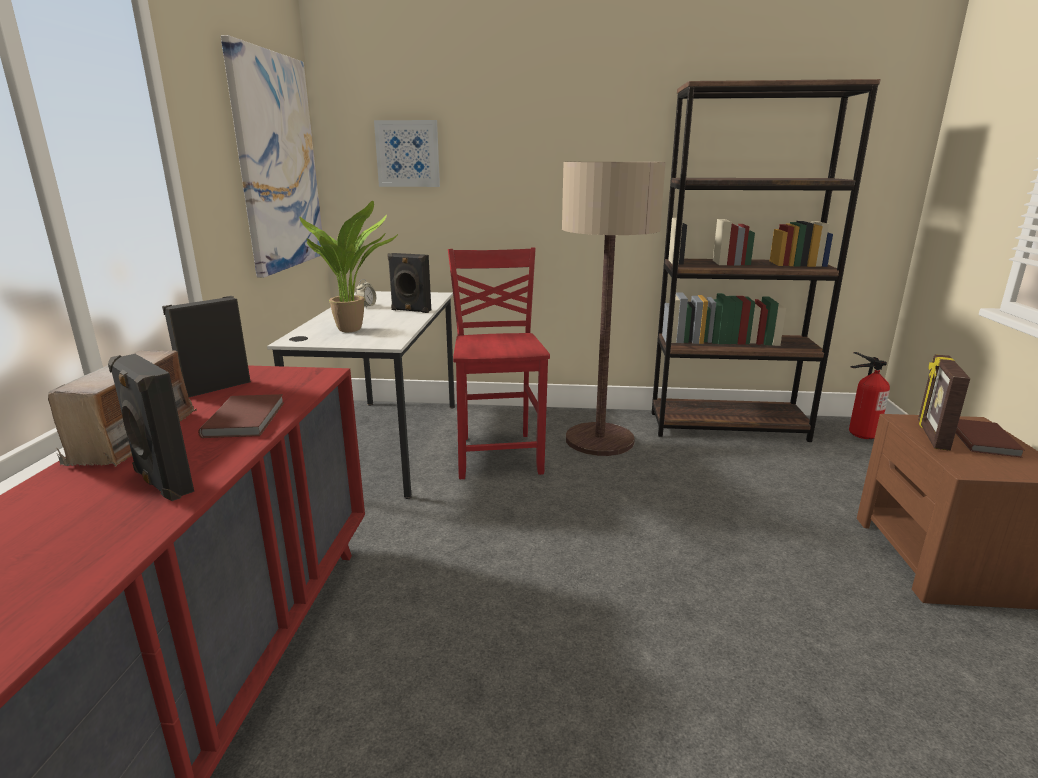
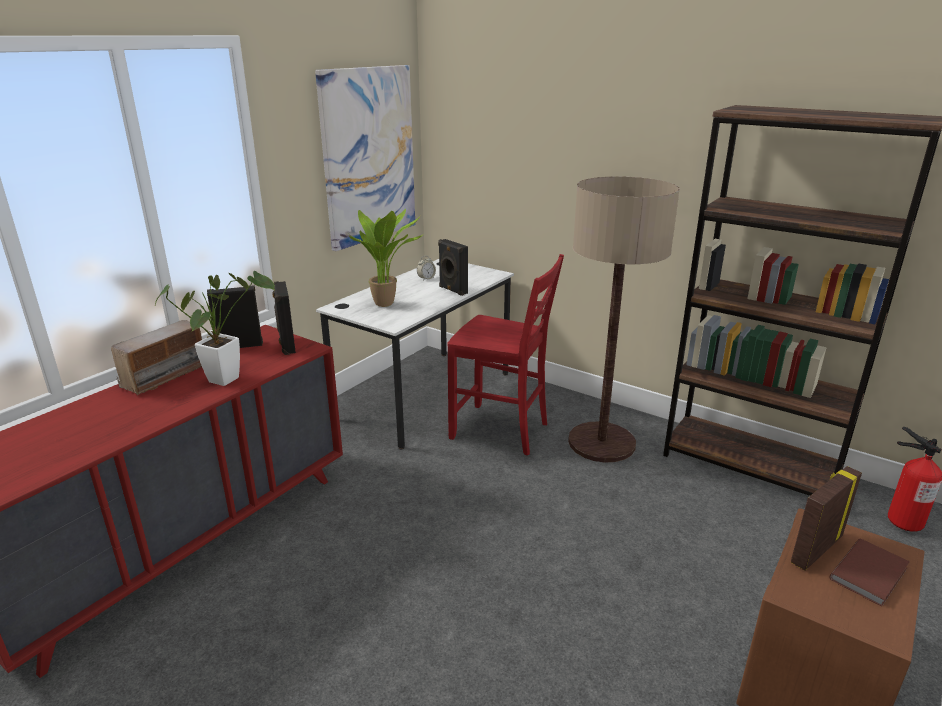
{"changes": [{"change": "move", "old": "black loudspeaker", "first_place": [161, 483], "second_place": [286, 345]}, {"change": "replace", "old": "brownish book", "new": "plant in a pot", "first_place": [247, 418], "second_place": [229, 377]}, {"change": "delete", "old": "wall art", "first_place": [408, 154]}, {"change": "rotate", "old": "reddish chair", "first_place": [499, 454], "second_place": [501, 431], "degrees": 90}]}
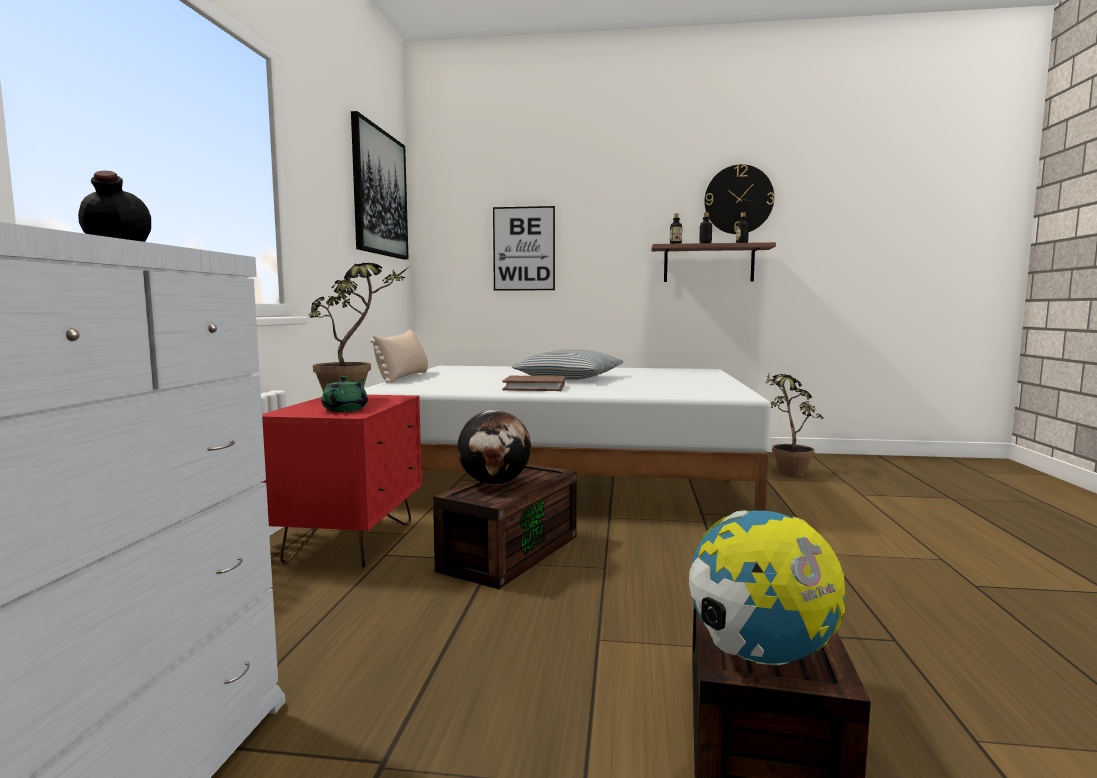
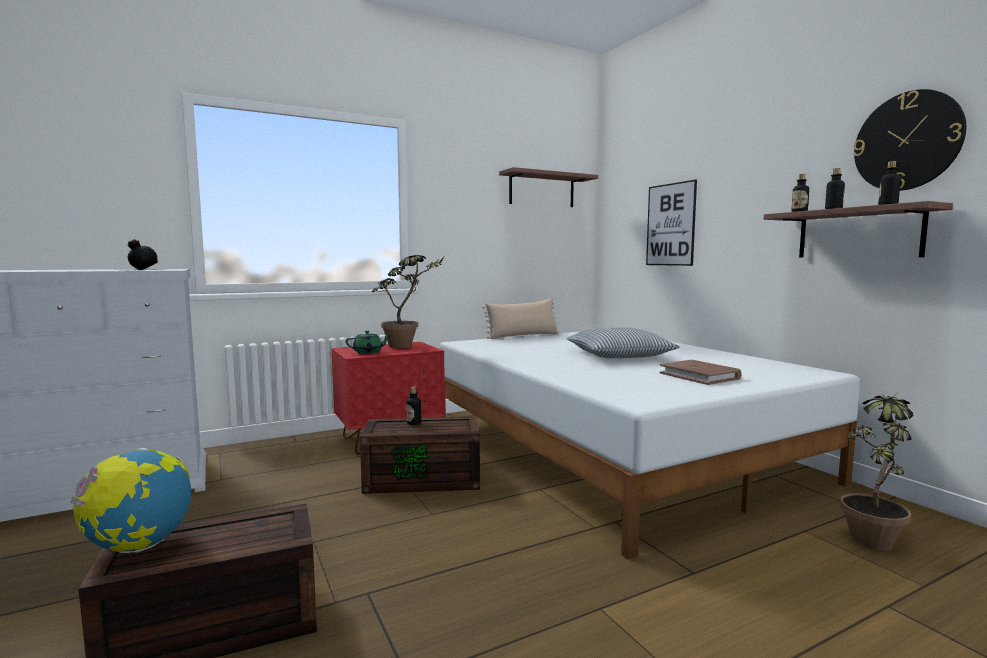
{"changes": [{"change": "replace", "old": "wall art", "new": "shelf", "first_place": [379, 193], "second_place": [542, 190]}, {"change": "replace", "old": "globe", "new": "beverage bottle", "first_place": [495, 483], "second_place": [414, 423]}, {"change": "move", "old": "brownish book", "first_place": [534, 387], "second_place": [699, 376]}]}
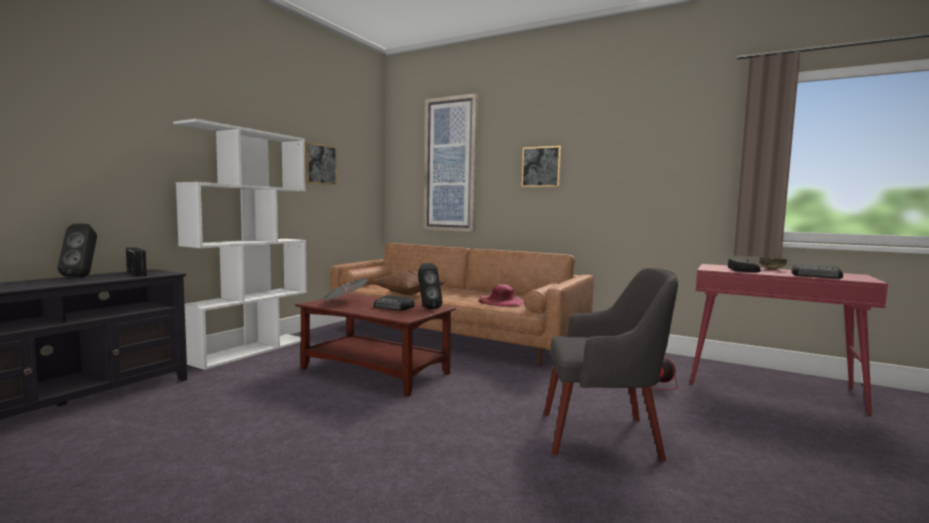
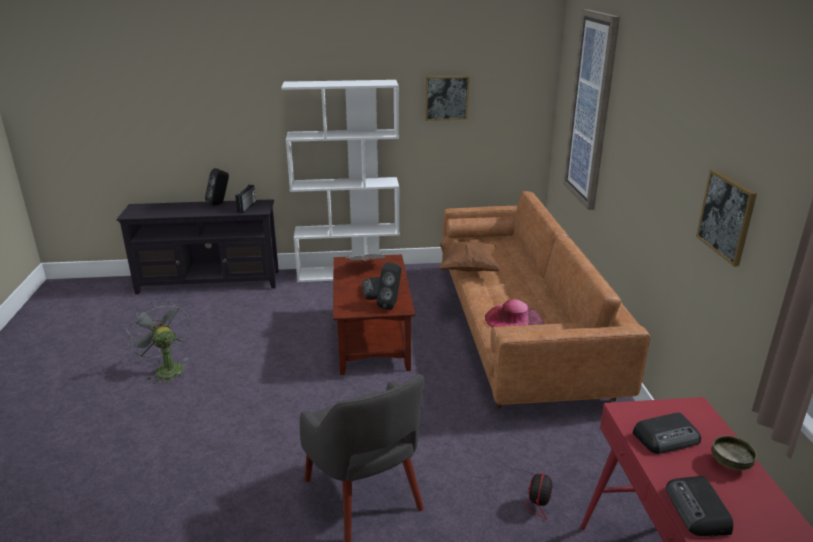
{"changes": [{"change": "move", "old": "wall art", "first_place": [541, 167], "second_place": [726, 216]}, {"change": "insert", "new": "greyish electric fan", "second_place": [166, 369]}]}
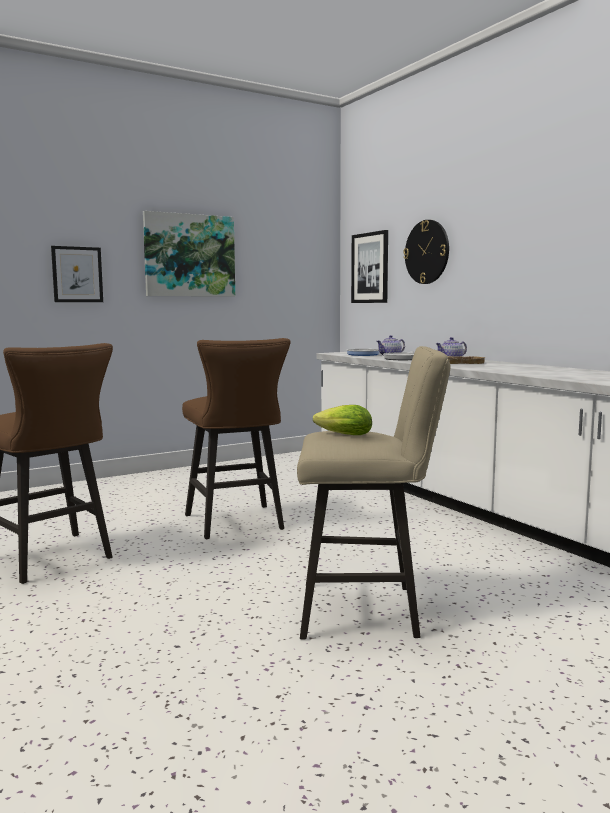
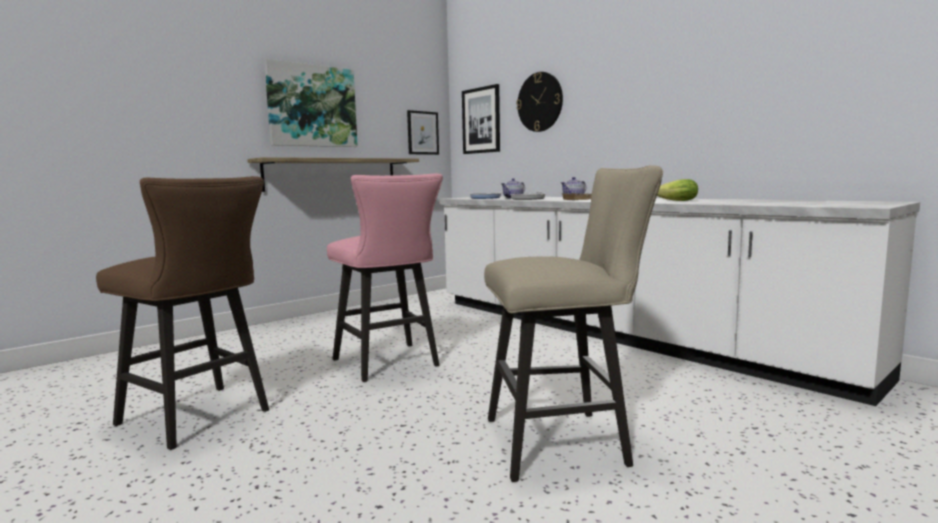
{"changes": [{"change": "move", "old": "wall art", "first_place": [77, 274], "second_place": [422, 133]}, {"change": "recolor", "old": "brownish stool", "new": "pink stool", "first_place": [237, 524], "second_place": [390, 364]}, {"change": "move", "old": "head of lettuce", "first_place": [341, 435], "second_place": [674, 201]}, {"change": "insert", "new": "shelf", "second_place": [332, 174]}]}
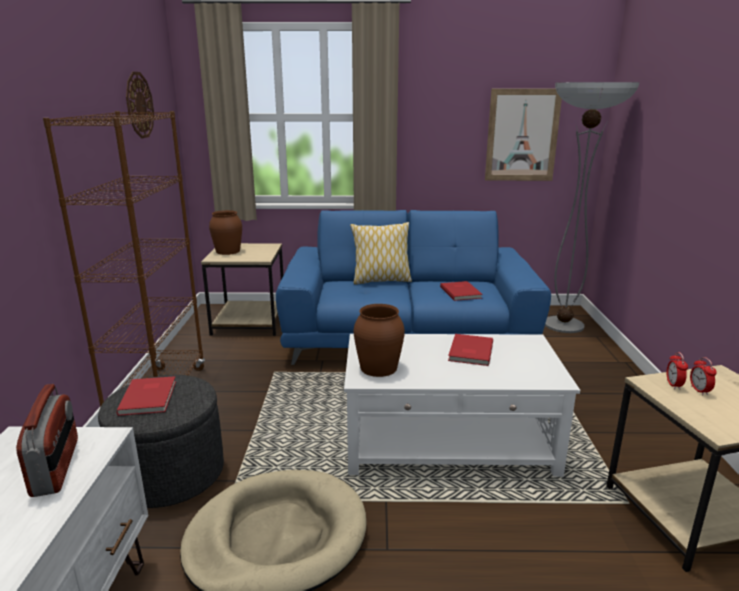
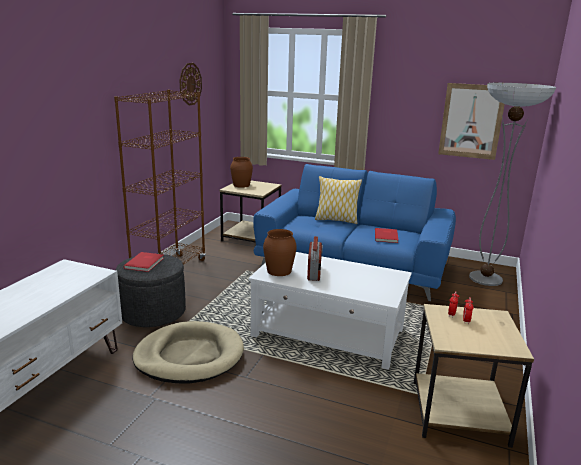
{"changes": [{"change": "move", "old": "radio set", "first_place": [56, 467], "second_place": [314, 272]}, {"change": "delete", "old": "reddish book", "first_place": [469, 351]}]}
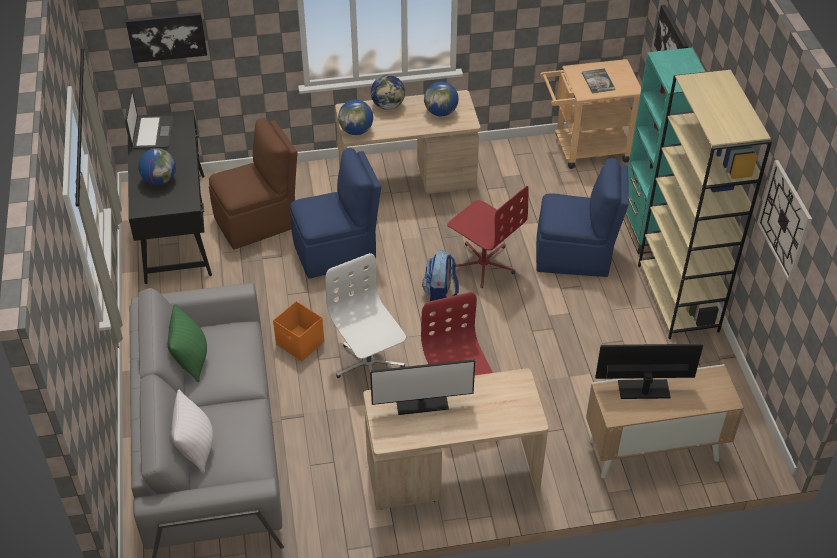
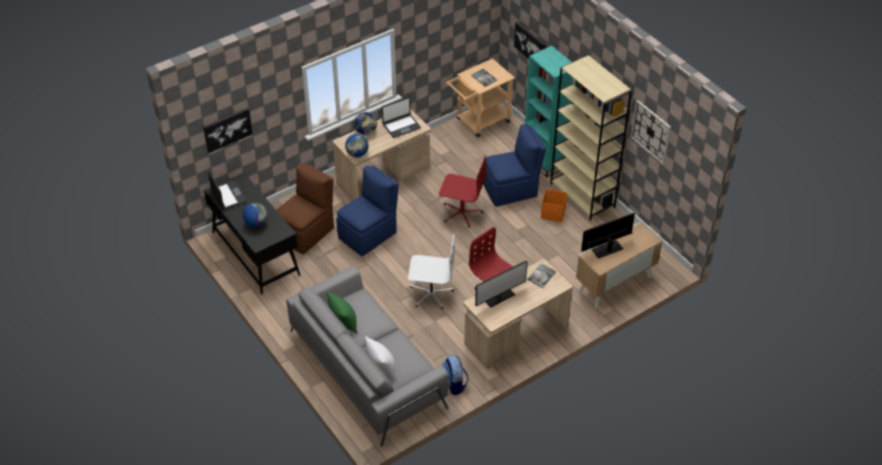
{"changes": [{"change": "move", "old": "orange storage container", "first_place": [300, 344], "second_place": [553, 213]}, {"change": "rotate", "old": "whitish desk chair", "first_place": [368, 364], "second_place": [431, 294], "degrees": 150}, {"change": "move", "old": "rucksack", "first_place": [440, 295], "second_place": [454, 384]}, {"change": "replace", "old": "globe", "new": "notebook computer", "first_place": [441, 112], "second_place": [401, 126]}, {"change": "insert", "new": "book", "second_place": [541, 276]}]}
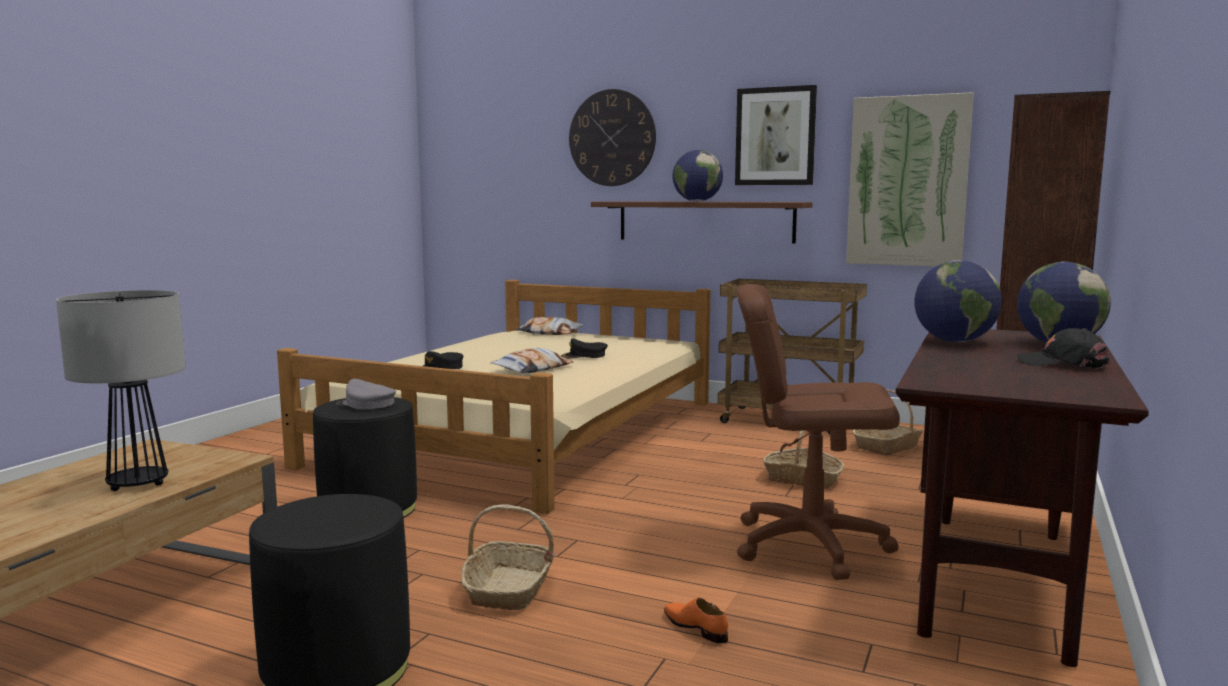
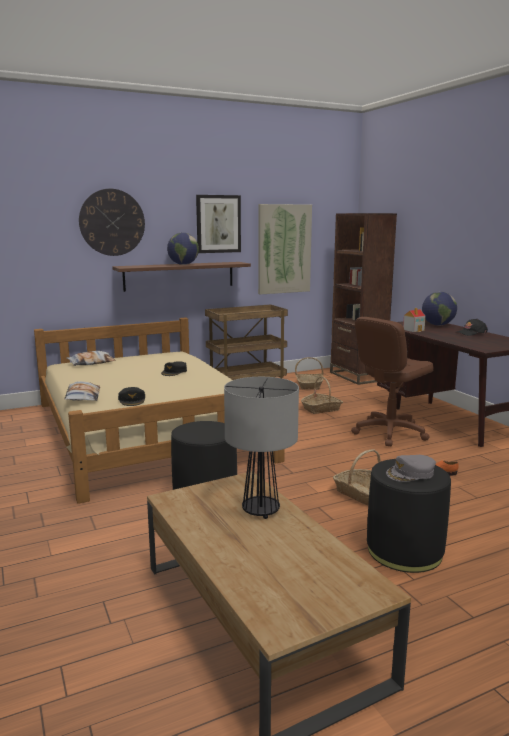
{"changes": [{"change": "move", "old": "greyish cap", "first_place": [366, 404], "second_place": [411, 473]}, {"change": "move", "old": "pillow", "first_place": [532, 369], "second_place": [82, 397]}, {"change": "replace", "old": "globe", "new": "toy house", "first_place": [954, 341], "second_place": [413, 330]}]}
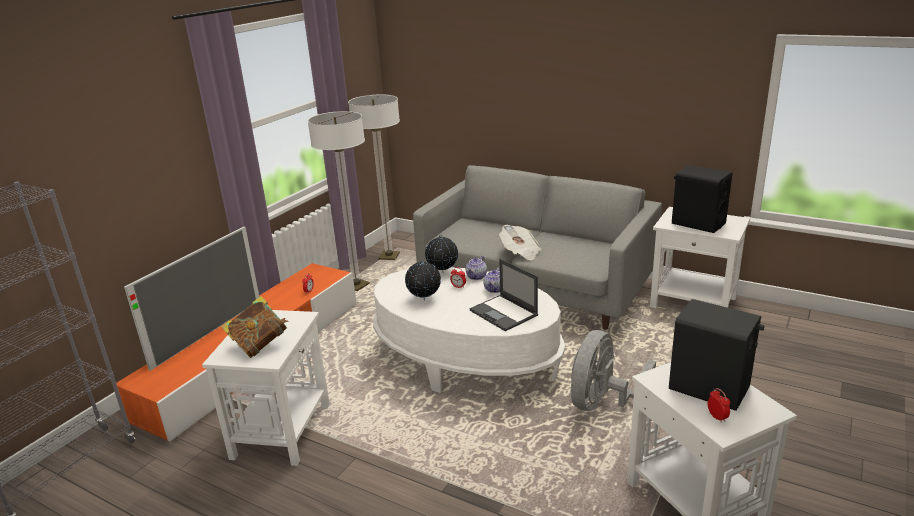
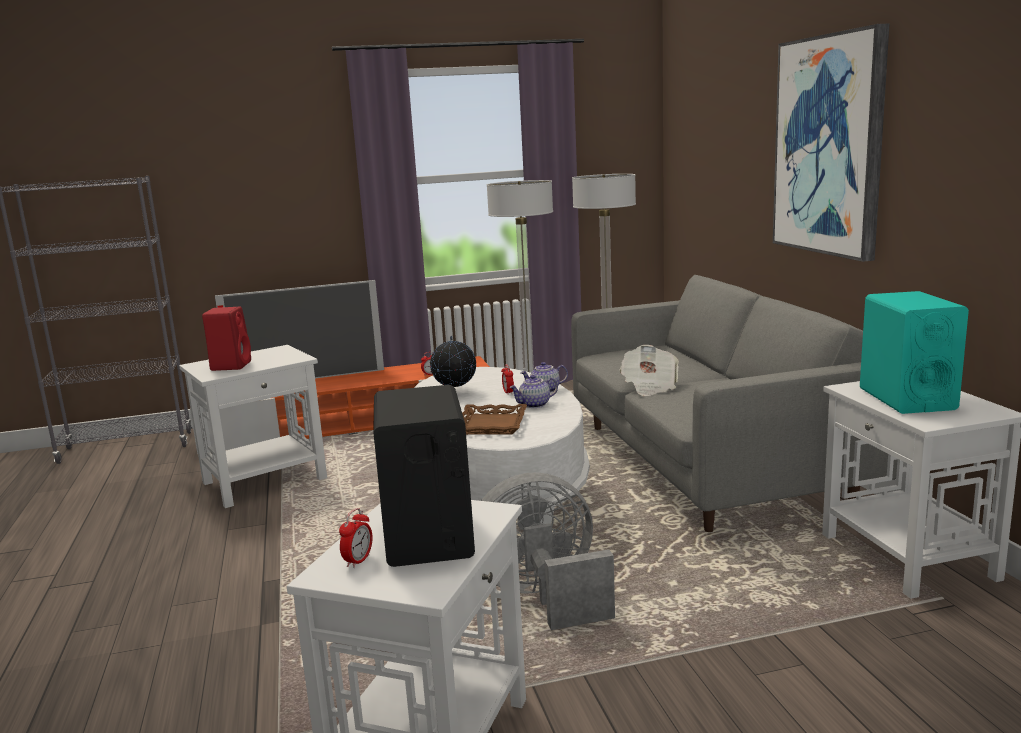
{"changes": [{"change": "replace", "old": "book", "new": "reddish loudspeaker", "first_place": [260, 345], "second_place": [231, 365]}, {"change": "delete", "old": "globe", "first_place": [442, 272]}, {"change": "replace", "old": "notebook computer", "new": "brownish tray", "first_place": [504, 313], "second_place": [492, 425]}, {"change": "recolor", "old": "black loudspeaker", "new": "blue-green loudspeaker", "first_place": [698, 223], "second_place": [906, 399]}, {"change": "insert", "new": "wall art", "second_place": [829, 146]}]}
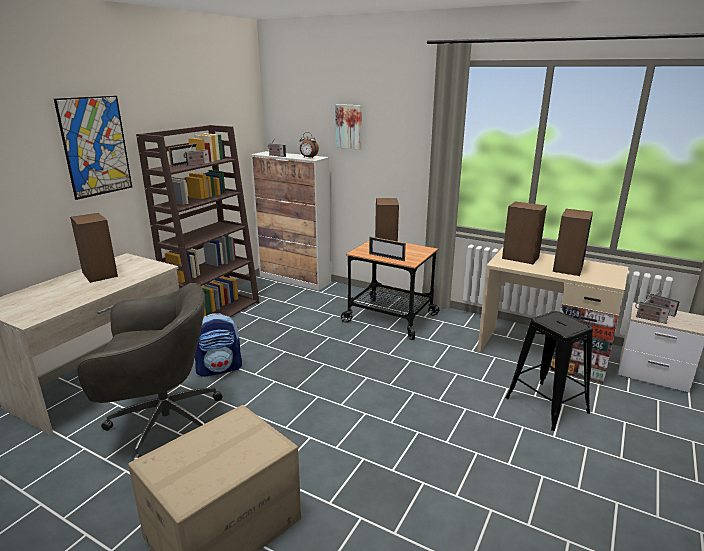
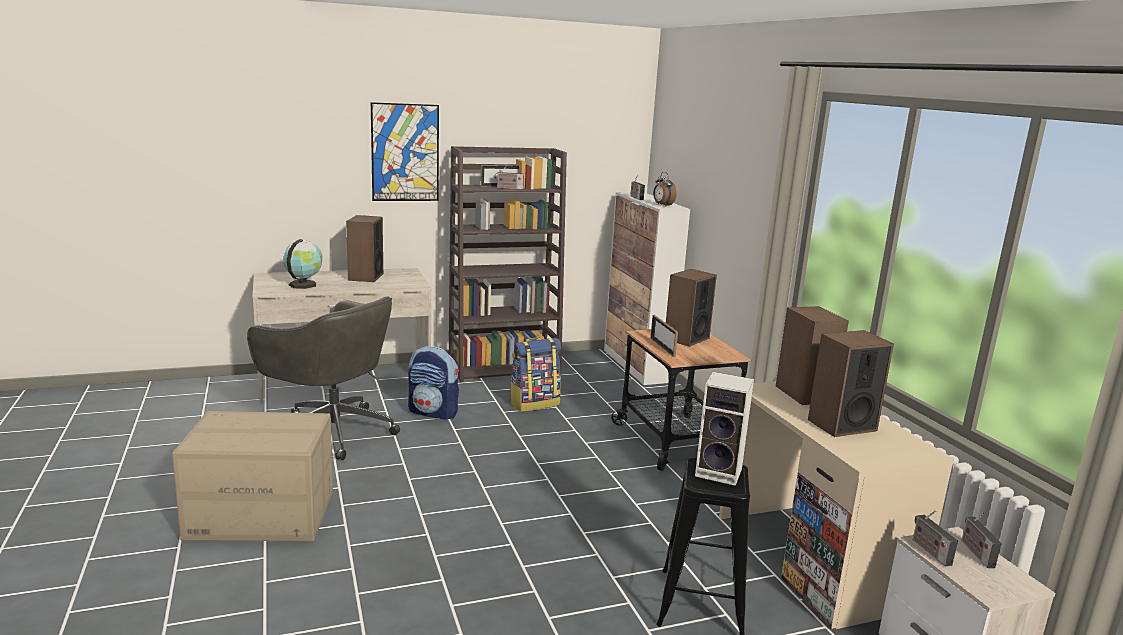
{"changes": [{"change": "delete", "old": "wall art", "first_place": [349, 126]}, {"change": "insert", "new": "globe", "second_place": [303, 284]}, {"change": "insert", "new": "rucksack", "second_place": [534, 403]}, {"change": "insert", "new": "loudspeaker", "second_place": [720, 472]}]}
